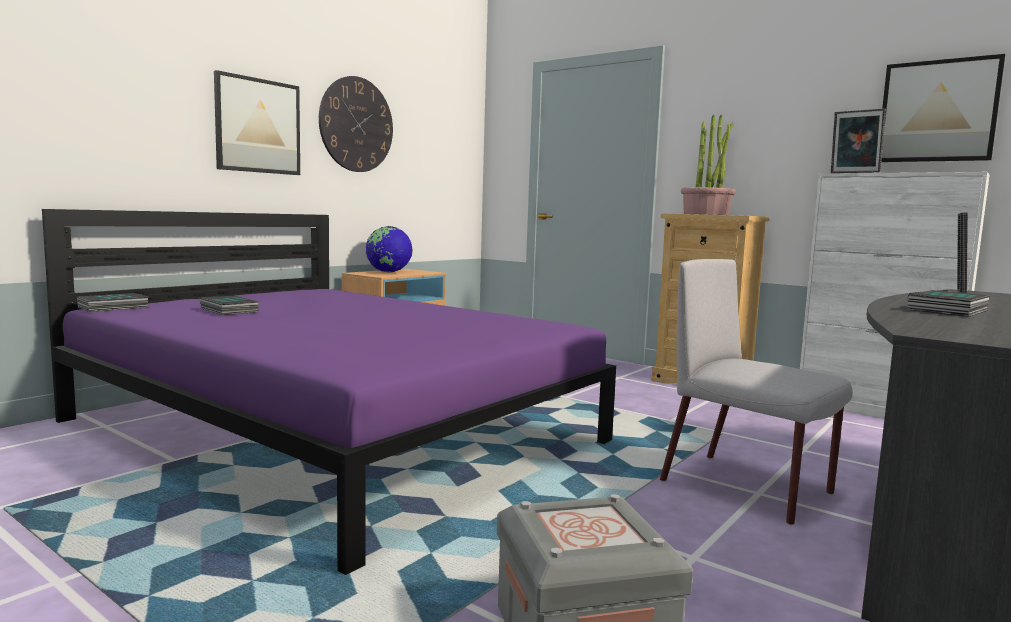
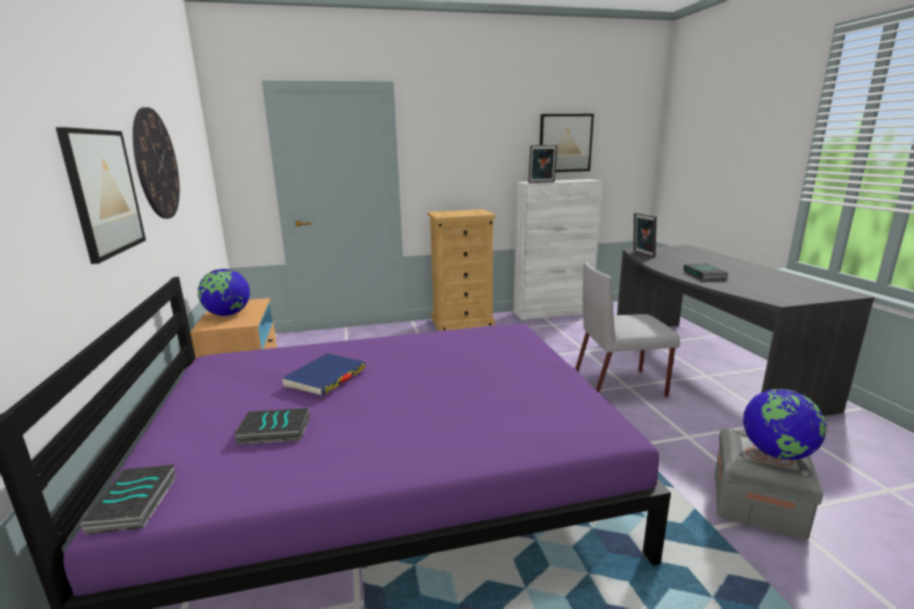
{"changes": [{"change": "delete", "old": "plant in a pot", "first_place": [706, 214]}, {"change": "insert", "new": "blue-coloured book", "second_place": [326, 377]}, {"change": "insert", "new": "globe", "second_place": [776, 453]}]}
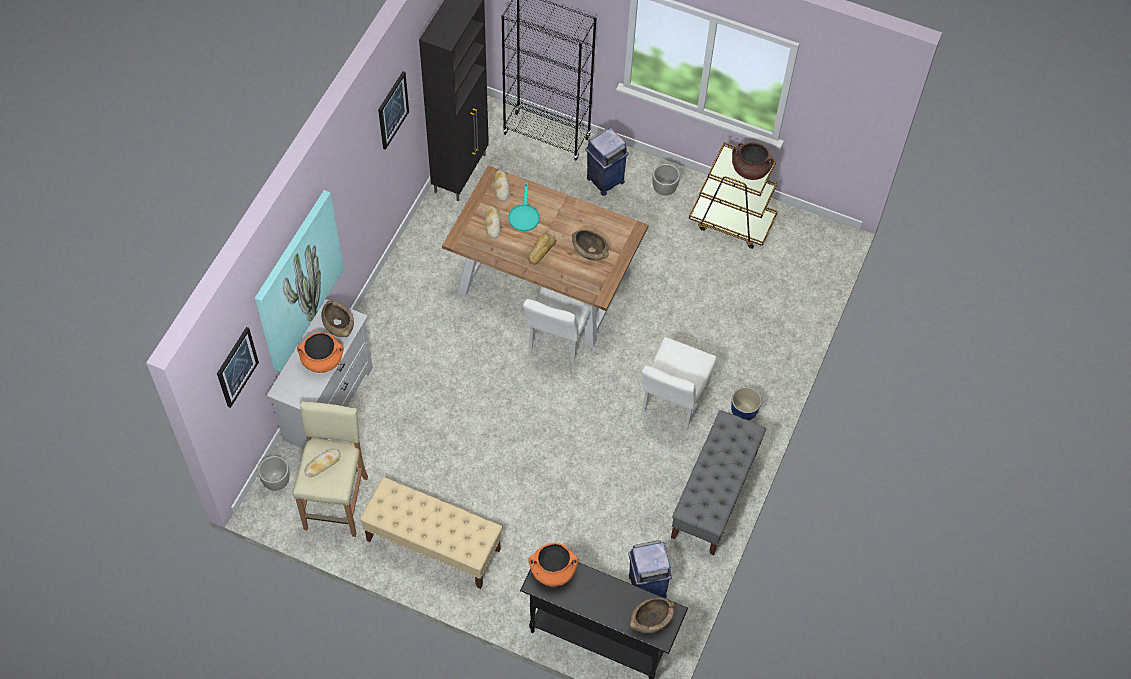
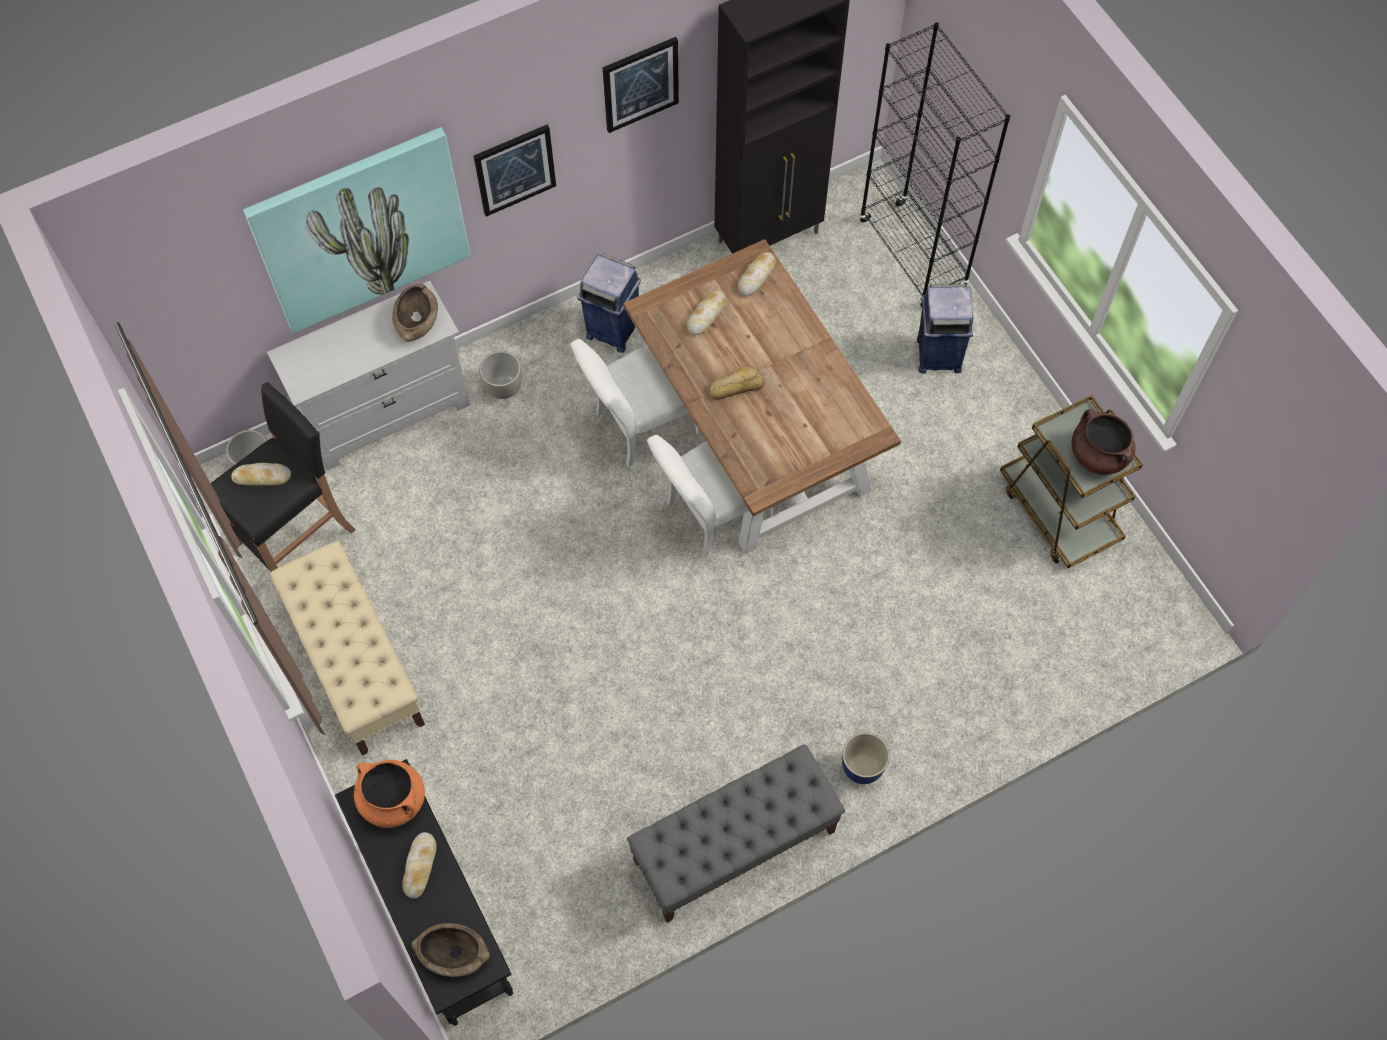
{"changes": [{"change": "move", "old": "wall art", "first_place": [236, 367], "second_place": [515, 169]}, {"change": "recolor", "old": "beige stool", "new": "black stool", "first_place": [337, 502], "second_place": [298, 536]}, {"change": "delete", "old": "orange saucepot", "first_place": [322, 360]}, {"change": "delete", "old": "blue-green frying pan", "first_place": [524, 215]}, {"change": "delete", "old": "brownish serving bowl", "first_place": [590, 250]}, {"change": "move", "old": "blue-coloured trash can", "first_place": [646, 586], "second_place": [612, 329]}, {"change": "move", "old": "whitish chair", "first_place": [672, 402], "second_place": [640, 426]}, {"change": "move", "old": "greyish plant pot", "first_place": [664, 189], "second_place": [503, 387]}, {"change": "insert", "new": "bread", "second_place": [420, 866]}]}
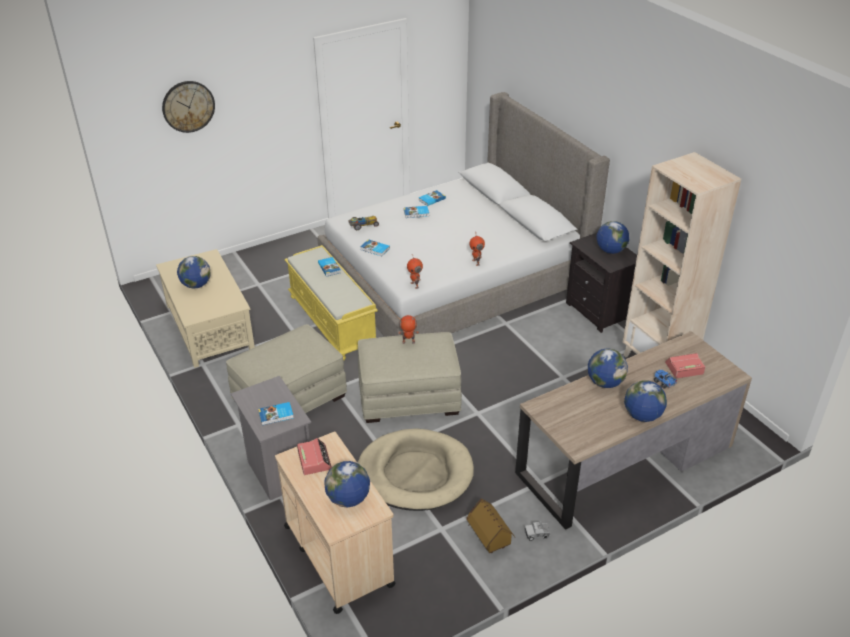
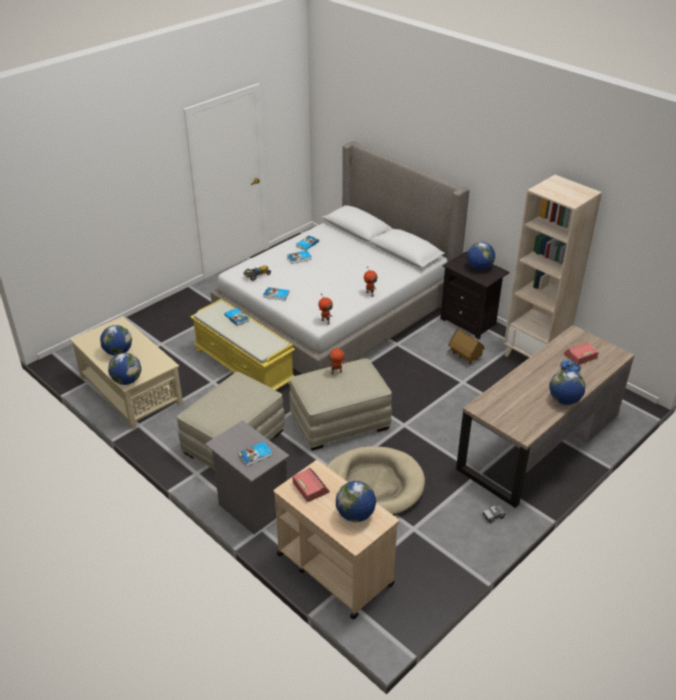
{"changes": [{"change": "delete", "old": "wall clock", "first_place": [188, 106]}, {"change": "move", "old": "toy house", "first_place": [489, 539], "second_place": [464, 357]}, {"change": "move", "old": "globe", "first_place": [605, 383], "second_place": [127, 381]}]}
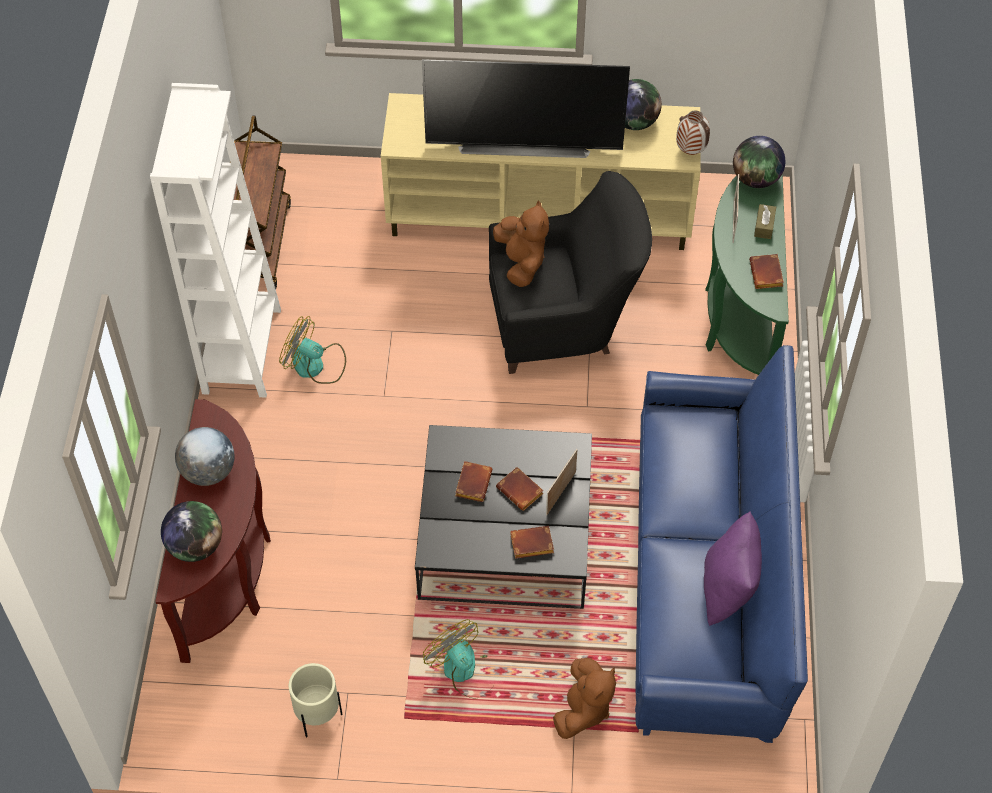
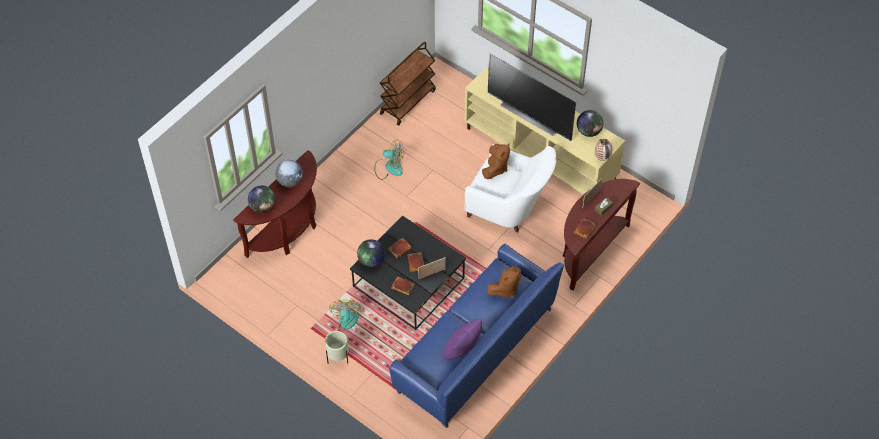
{"changes": [{"change": "delete", "old": "whitish bookcase", "first_place": [242, 351]}, {"change": "rotate", "old": "electric fan", "first_place": [315, 365], "second_place": [389, 167], "degrees": 135}, {"change": "move", "old": "beige plant pot", "first_place": [318, 716], "second_place": [338, 358]}, {"change": "recolor", "old": "black easy chair", "new": "whitish easy chair", "first_place": [565, 323], "second_place": [509, 208]}, {"change": "move", "old": "brownish soft toy", "first_place": [583, 709], "second_place": [505, 289]}, {"change": "recolor", "old": "greenish hall table", "new": "brownish hall table", "first_place": [739, 318], "second_place": [589, 250]}, {"change": "move", "old": "globe", "first_place": [756, 179], "second_place": [371, 260]}]}
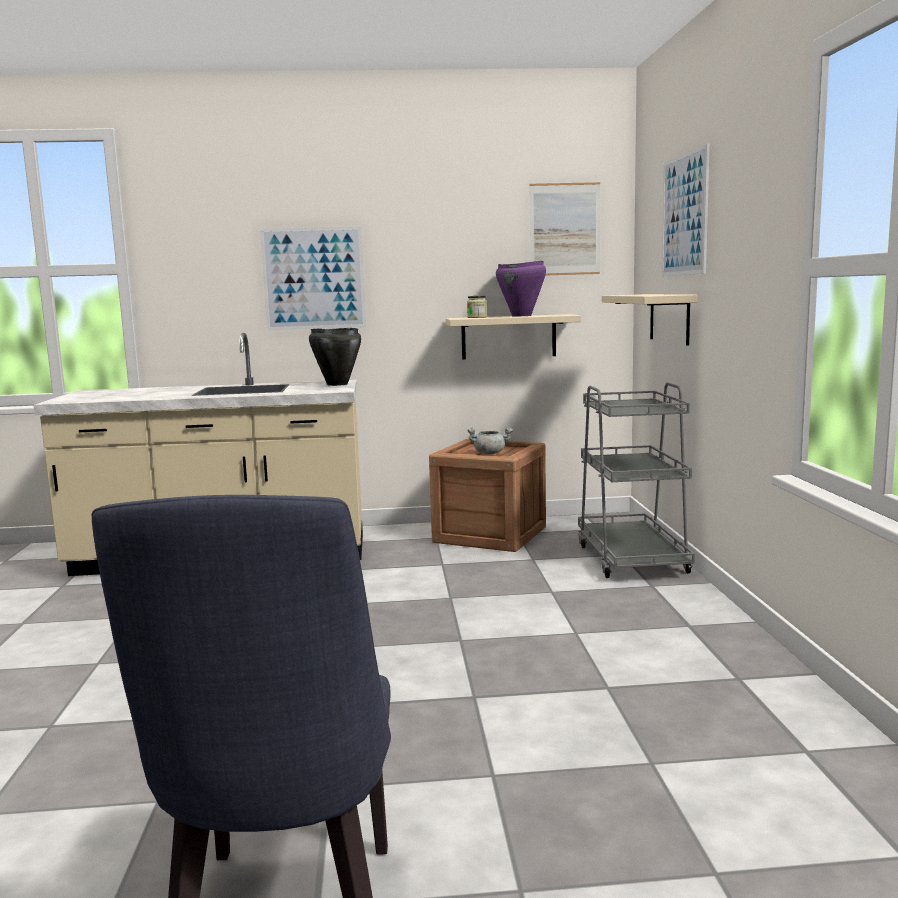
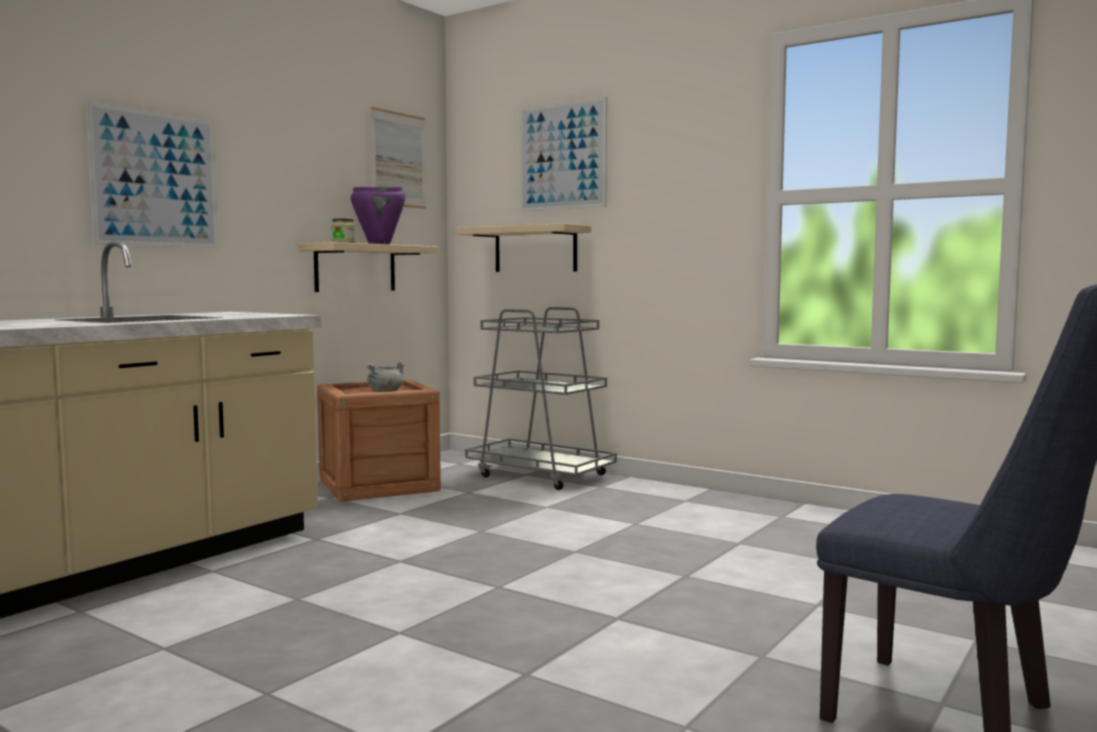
{"changes": [{"change": "delete", "old": "black saucepot", "first_place": [337, 384]}]}
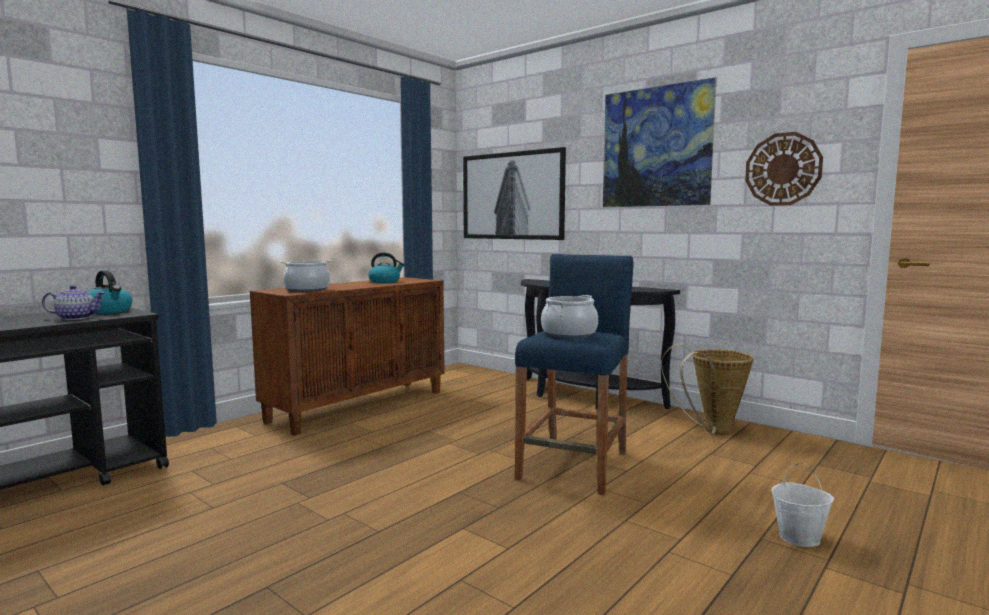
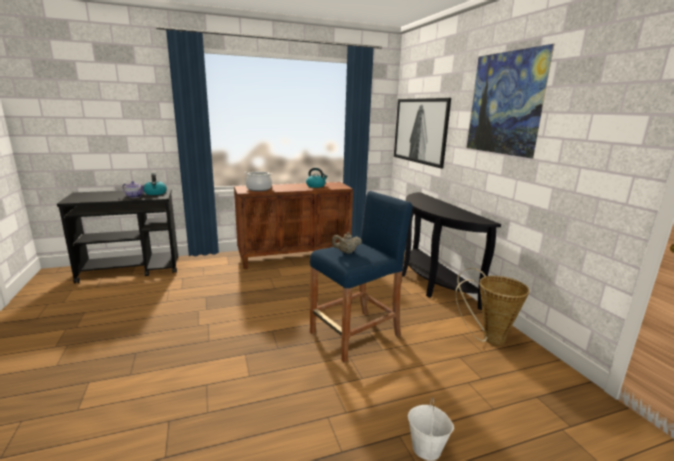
{"changes": [{"change": "replace", "old": "saucepot", "new": "beige pot for tea", "first_place": [569, 334], "second_place": [346, 252]}, {"change": "delete", "old": "wall clock", "first_place": [783, 169]}]}
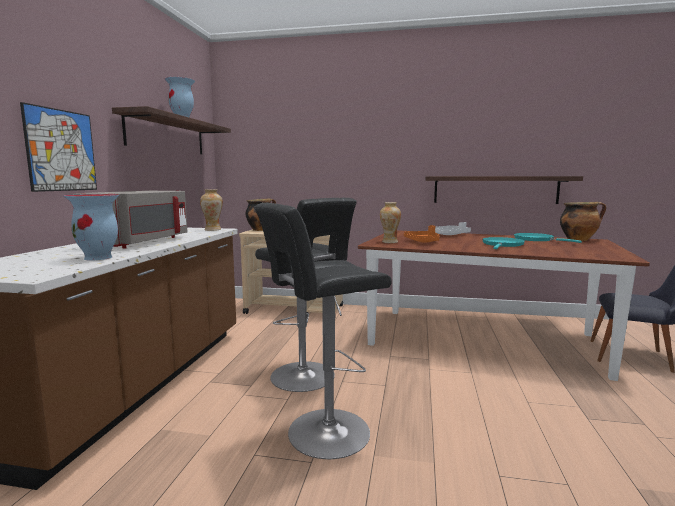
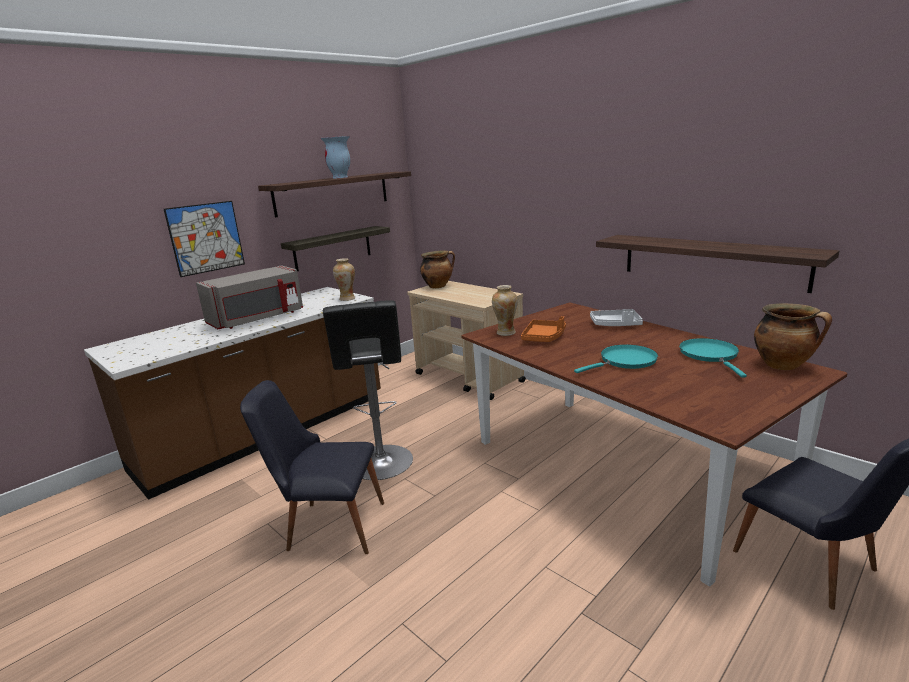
{"changes": [{"change": "delete", "old": "decorative vase", "first_place": [99, 258]}, {"change": "replace", "old": "black stool", "new": "black chair", "first_place": [323, 434], "second_place": [327, 525]}, {"change": "insert", "new": "shelf", "second_place": [332, 248]}]}
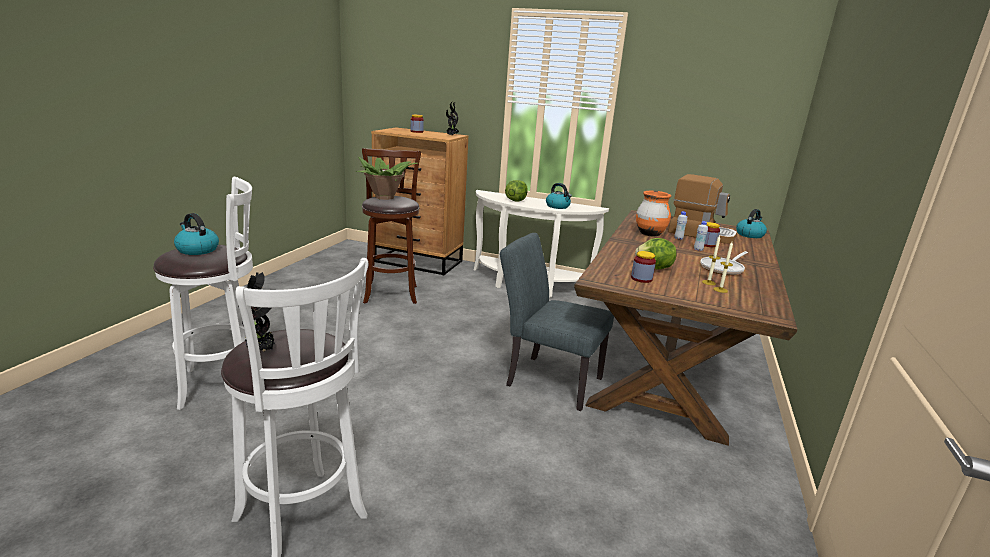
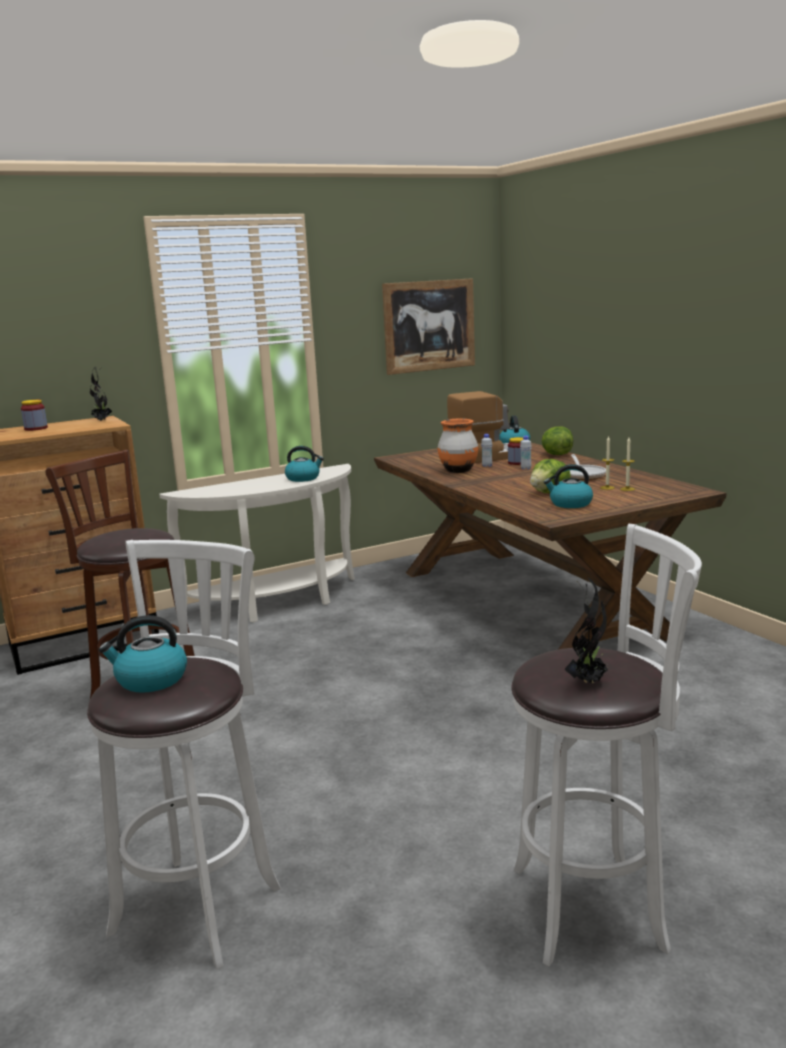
{"changes": [{"change": "delete", "old": "plant in a pot", "first_place": [385, 197]}, {"change": "delete", "old": "greyish chair", "first_place": [547, 379]}, {"change": "move", "old": "head of lettuce", "first_place": [515, 200], "second_place": [556, 454]}, {"change": "replace", "old": "preserve jar", "new": "water kettle", "first_place": [641, 279], "second_place": [570, 504]}, {"change": "insert", "new": "wall art", "second_place": [429, 326]}]}
